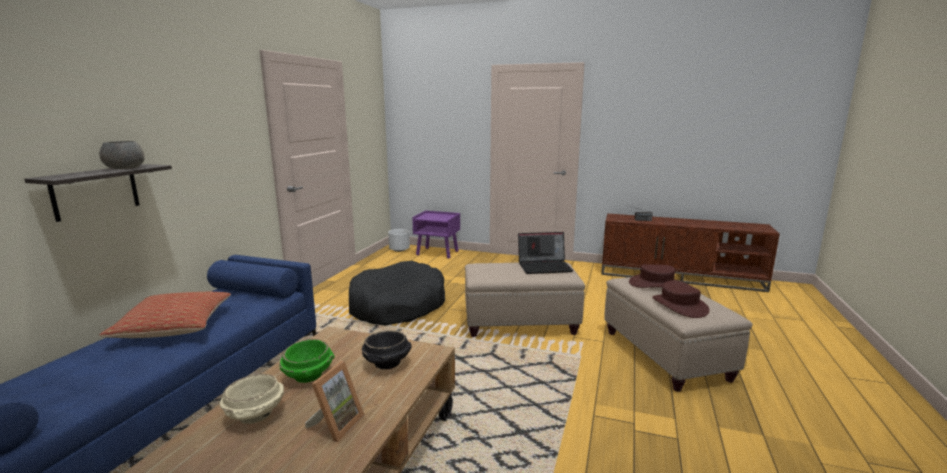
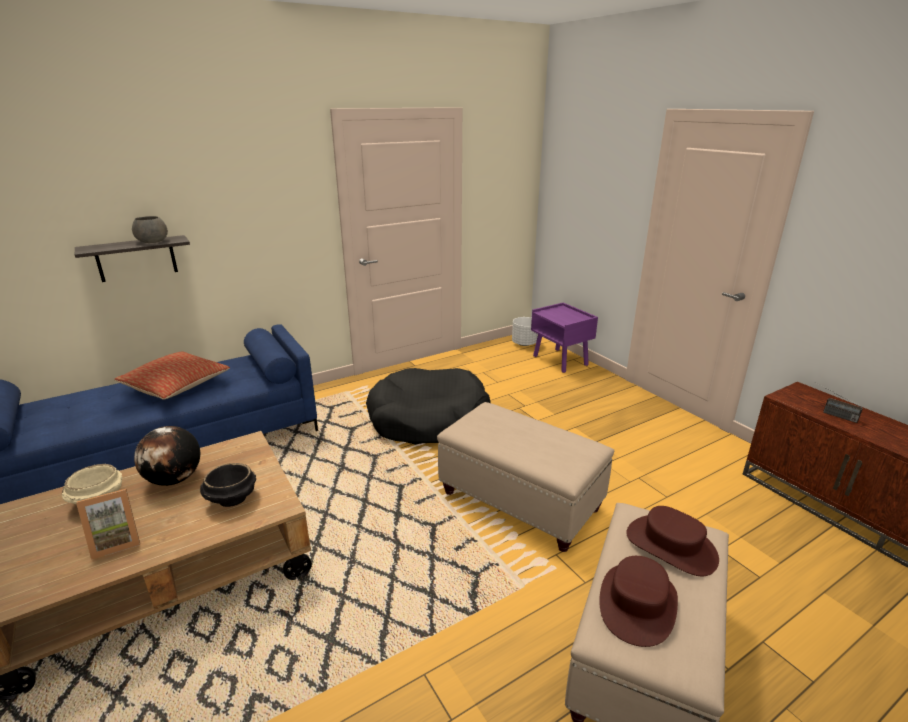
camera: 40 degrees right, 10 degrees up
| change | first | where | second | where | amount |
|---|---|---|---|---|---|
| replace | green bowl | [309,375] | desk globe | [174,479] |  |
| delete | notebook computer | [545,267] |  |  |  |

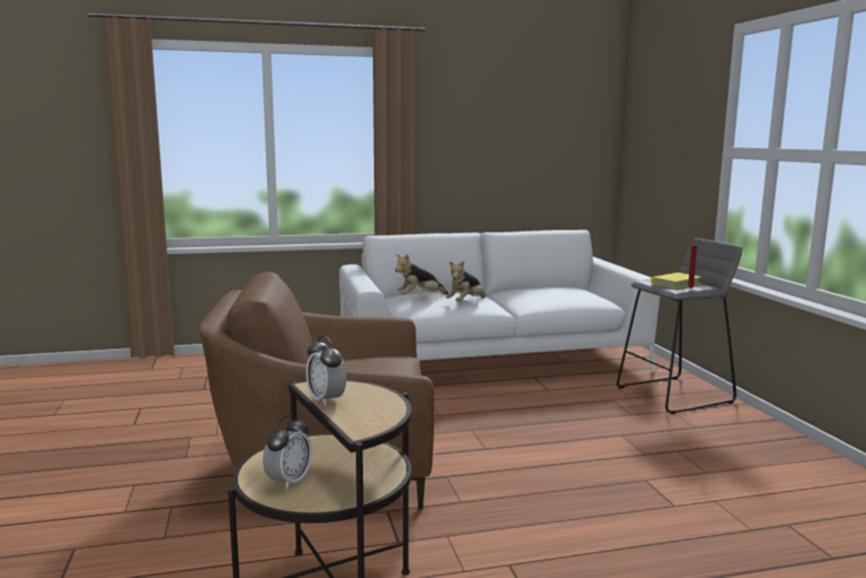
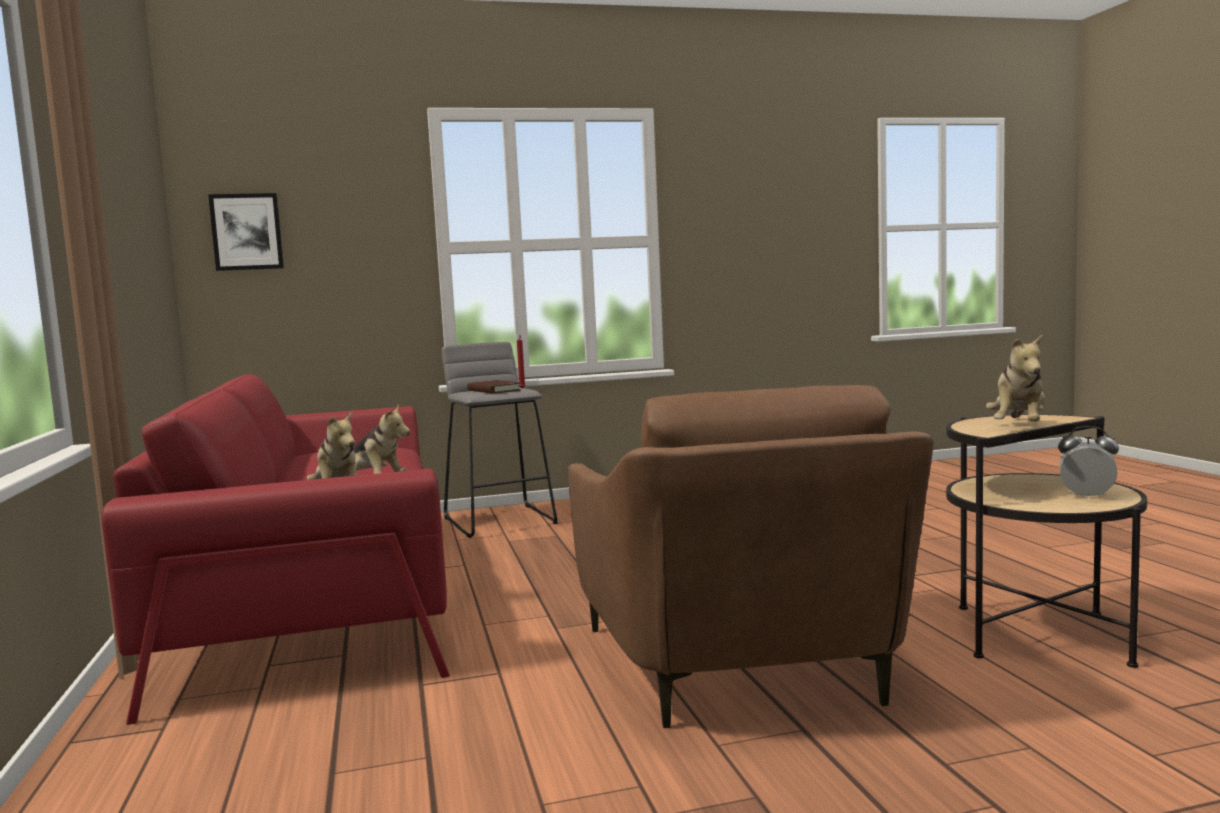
camera: 90 degrees left, 5 degrees down
| change | first | where | second | where | amount |
|---|---|---|---|---|---|
| recolor | white-coloured sofa | [491,361] | red sofa | [317,594] |  |
| insert |  |  | wall picture | [247,232] |  |
| recolor | yellow-coloured book | [675,283] | brown-coloured book | [493,390] |  |
| replace | table clock | [326,400] | plush toy | [1019,427] |  |

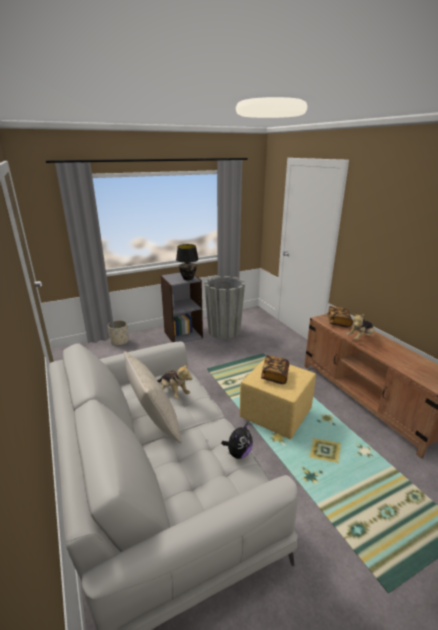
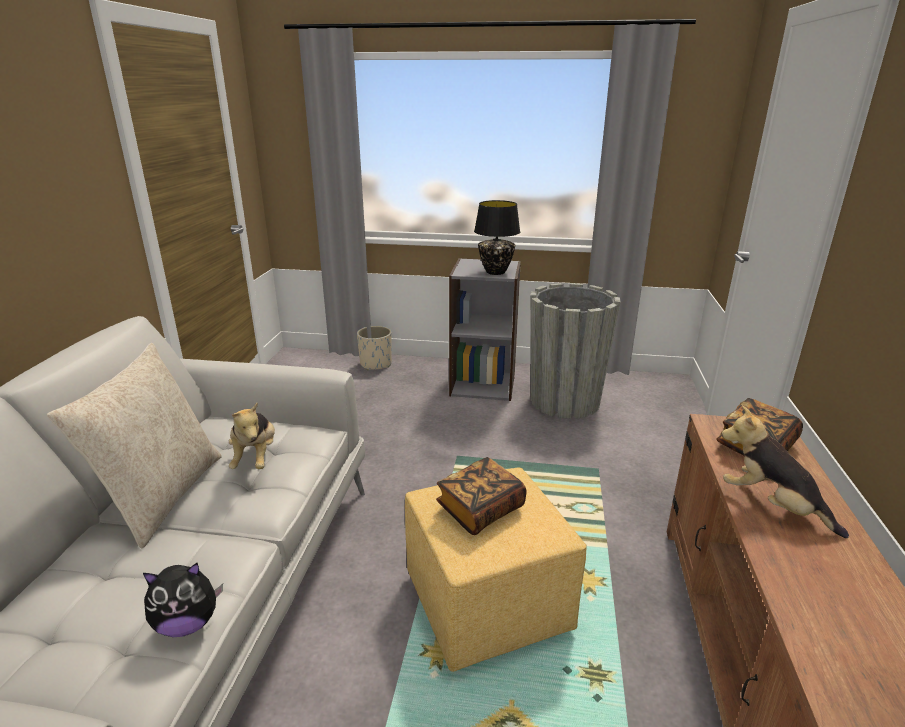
camera: 35 degrees right, 0 degrees up
| change | first | where | second | where | amount |
|---|---|---|---|---|---|
| rotate | plush toy | [360,338] |  | [772,506] | 45 degrees clockwise |

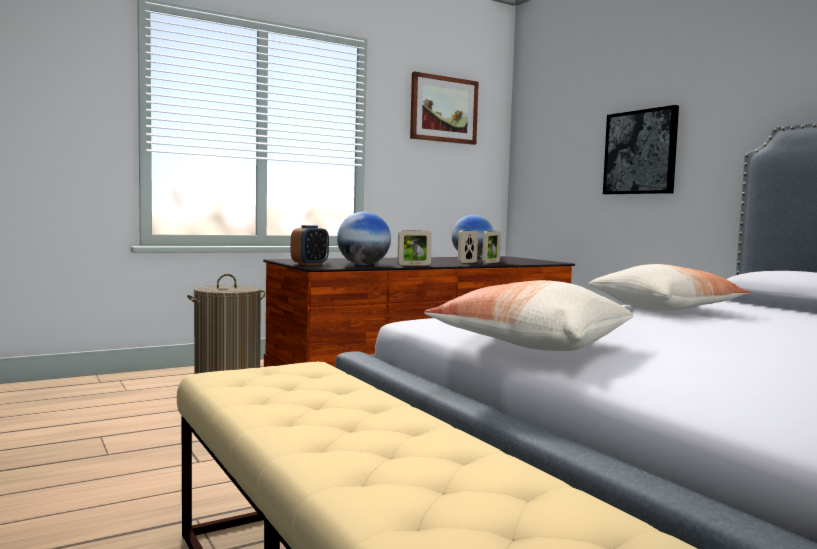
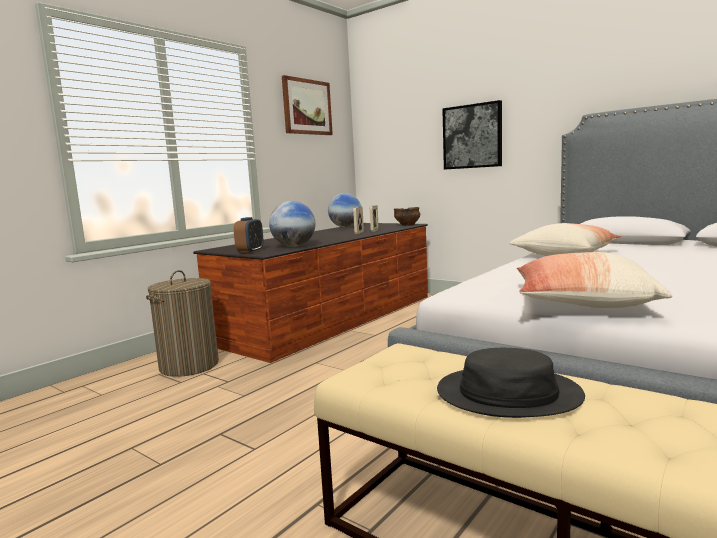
camera: 20 degrees left, 5 degrees up
| change | first | where | second | where | amount |
|---|---|---|---|---|---|
| insert |  |  | bowl | [407,225] |  |
| insert |  |  | black hat | [508,394] |  |
| delete | picture frame | [414,265] |  |  |  |

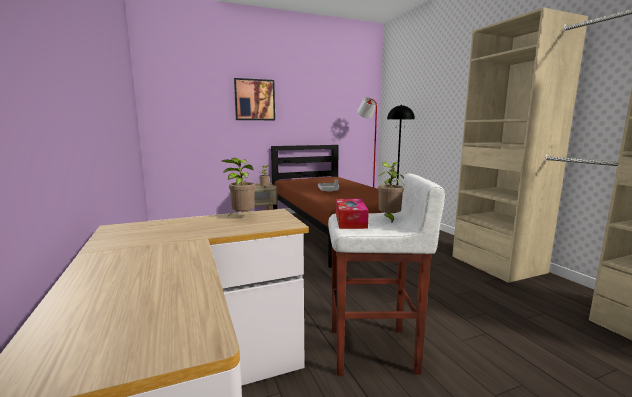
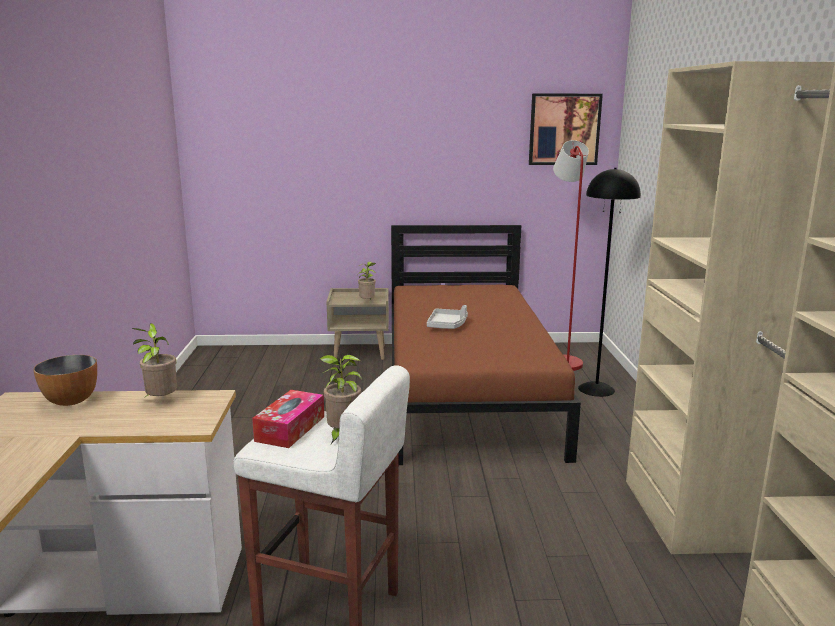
camera: 20 degrees right, 5 degrees up
| change | first | where | second | where | amount |
|---|---|---|---|---|---|
| insert |  |  | bowl | [71,401] |  |
| move | wall picture | [254,100] |  | [564,129] |  |

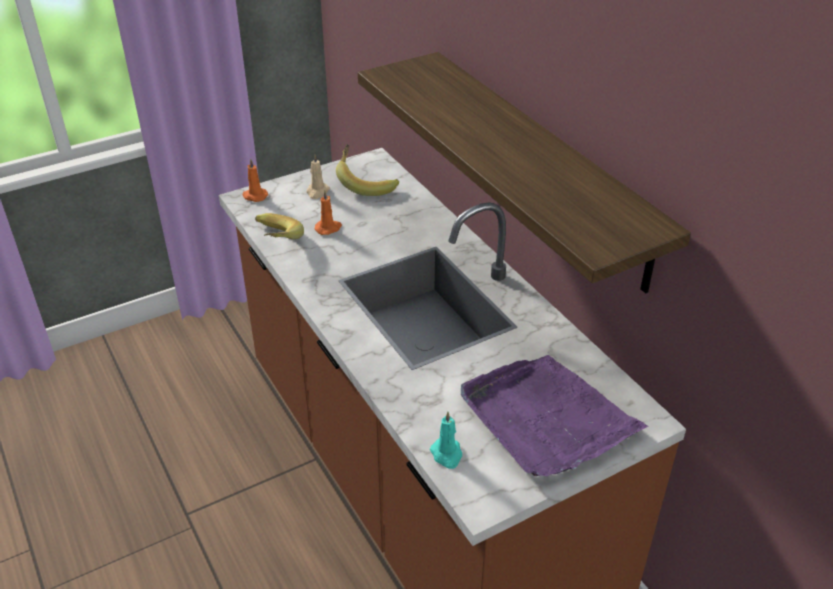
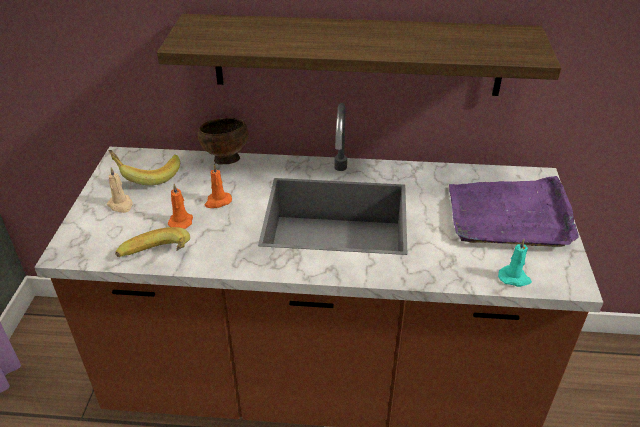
camera: 55 degrees left, 0 degrees up
| change | first | where | second | where | amount |
|---|---|---|---|---|---|
| insert |  |  | brown-coloured bowl | [225,160] |  |
| move | orangey wax light | [254,196] |  | [217,201] |  |

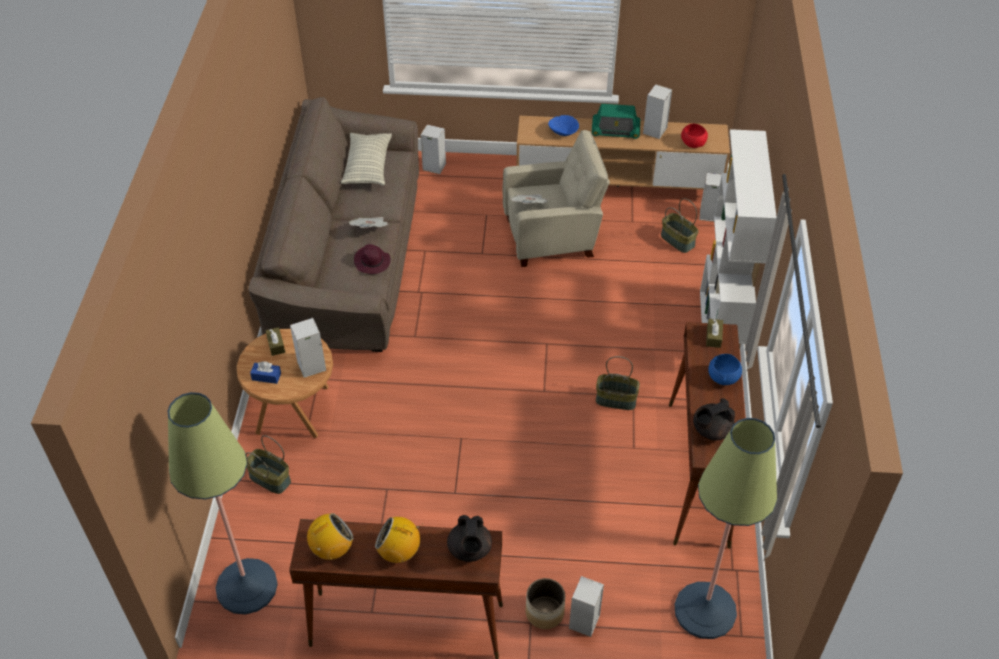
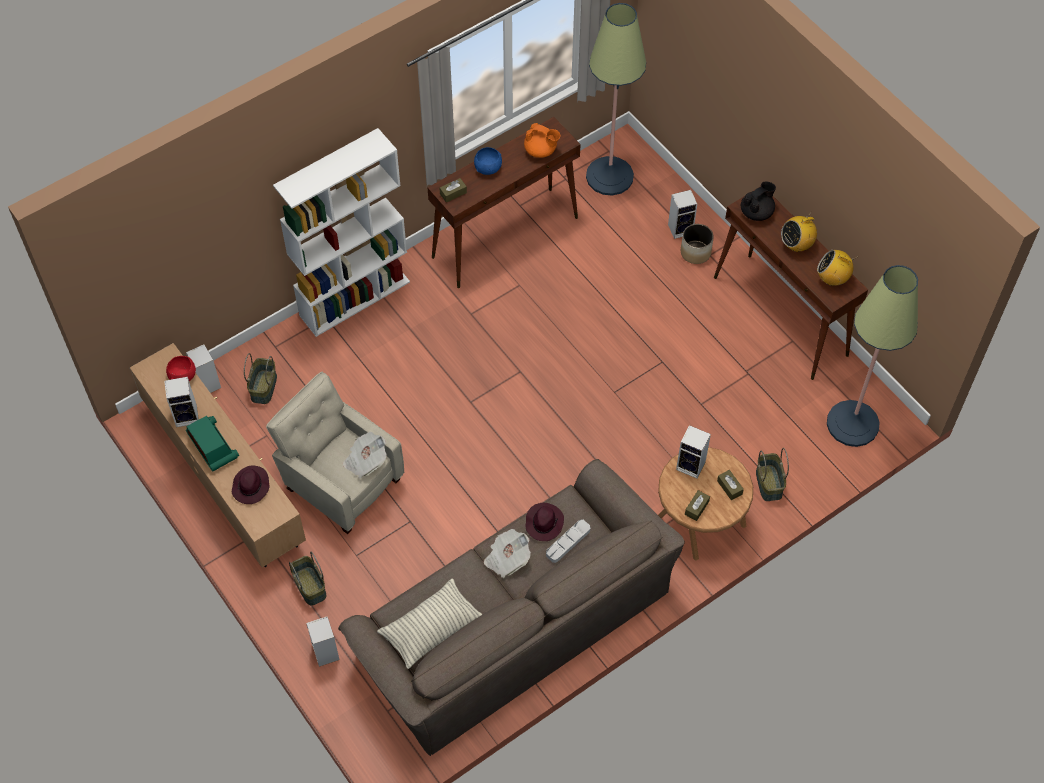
camera: 130 degrees left, 10 degrees up
| change | first | where | second | where | amount |
|---|---|---|---|---|---|
| replace | blue-coloured bowl | [563,132] | purplish hat | [251,487] |  |
| move | storage basket | [616,399] |  | [309,586] |  |
| recolor | black tea pot | [711,430] | orangey tea pot | [541,150] |  |
| insert |  |  | grey serving tray | [568,542] |  |
| recolor | blue-coloured tissue box | [266,376] | brown-coloured tissue box | [729,487] |  |
| rotate | radio | [399,552] |  | [796,244] | 90 degrees clockwise |

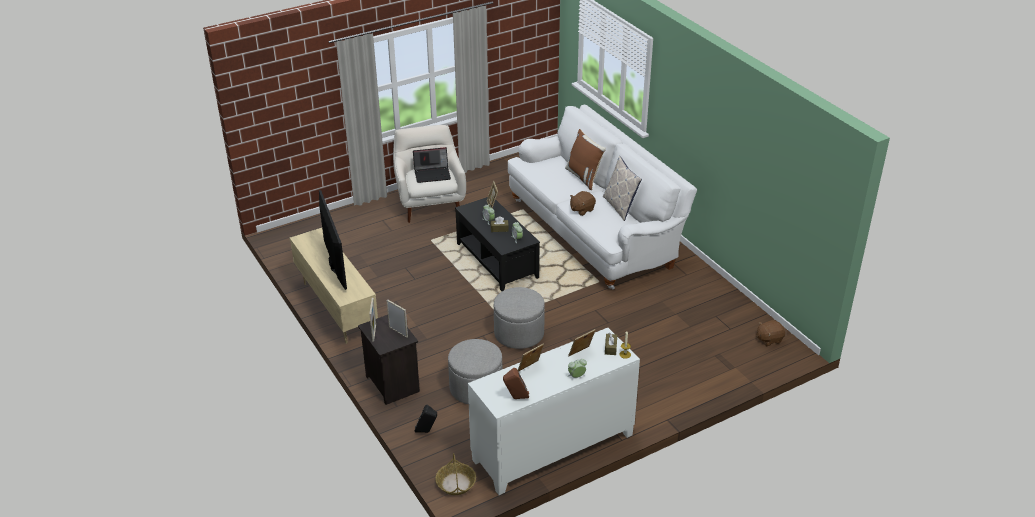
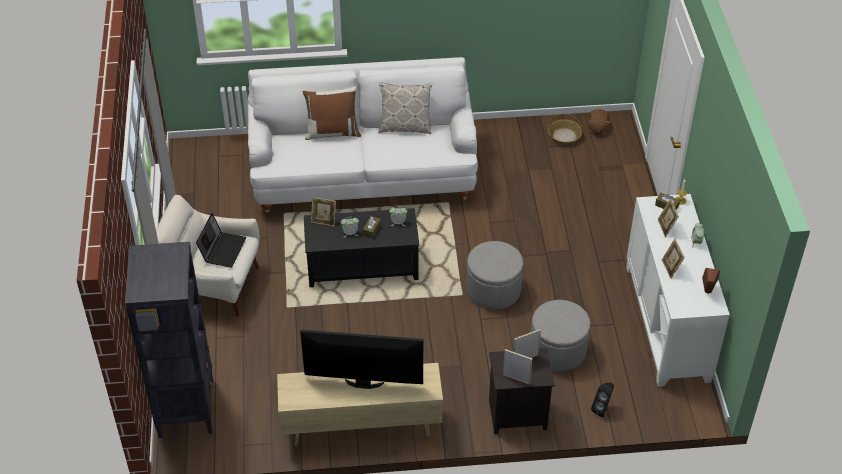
camera: 65 degrees left, 10 degrees up
| change | first | where | second | where | amount |
|---|---|---|---|---|---|
| insert |  |  | black bookshelf | [186,407] |  |
| move | storage basket | [456,483] |  | [564,136] |  |
| delete | brown-coloured plush toy | [582,210] |  |  |  |

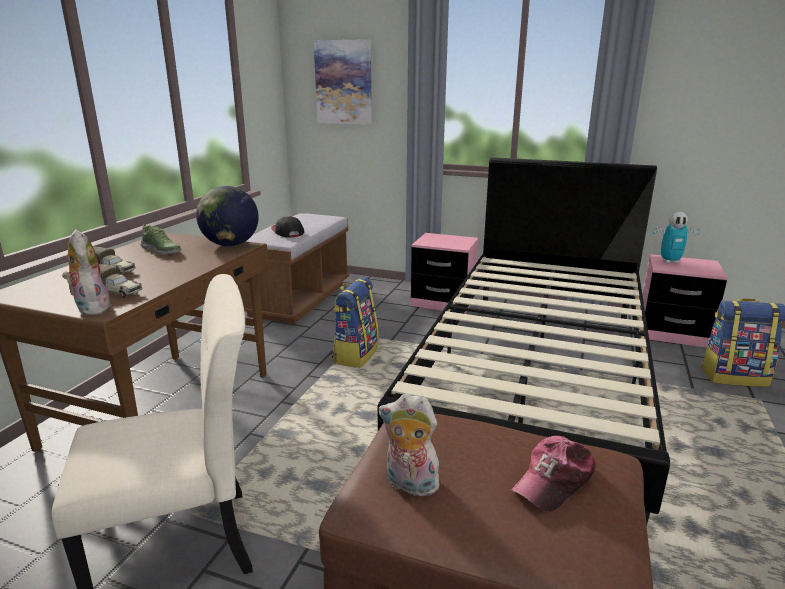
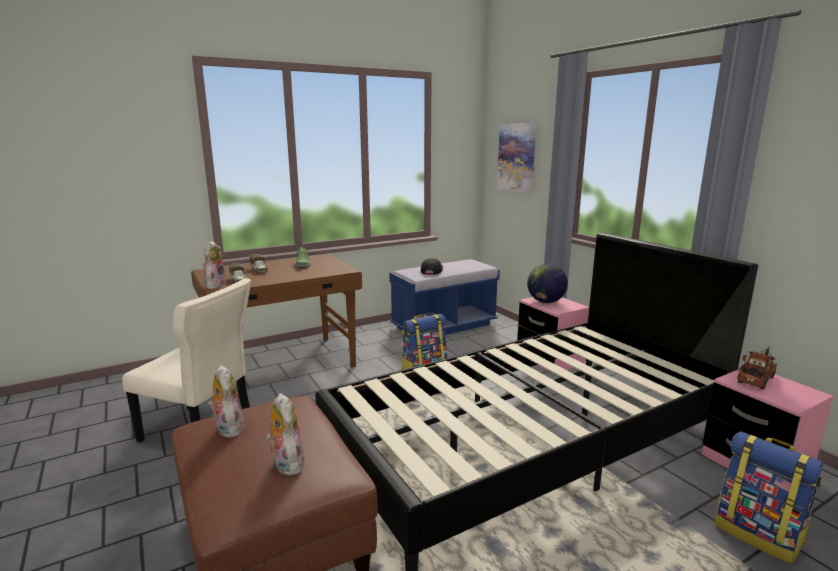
camera: 40 degrees right, 5 degrees down
| change | first | where | second | where | amount |
|---|---|---|---|---|---|
| replace | baseball cap | [554,481] | plush toy | [286,464] |  |
| recolor | brown-coloured long seat | [298,299] | blue-coloured long seat | [444,326] |  |
| move | desk globe | [231,245] |  | [546,302] |  |
| replace | toy robot | [670,261] | toy lorry | [757,378] |  |

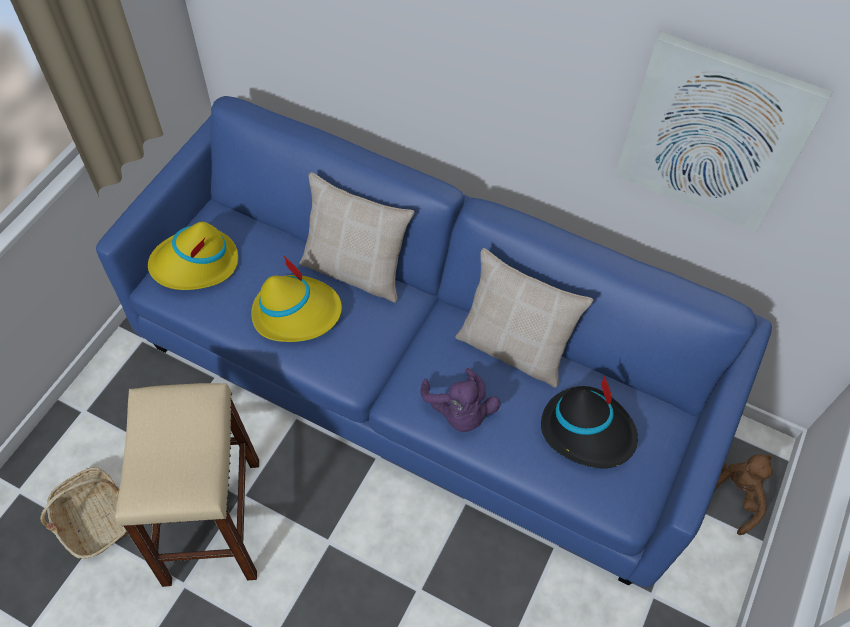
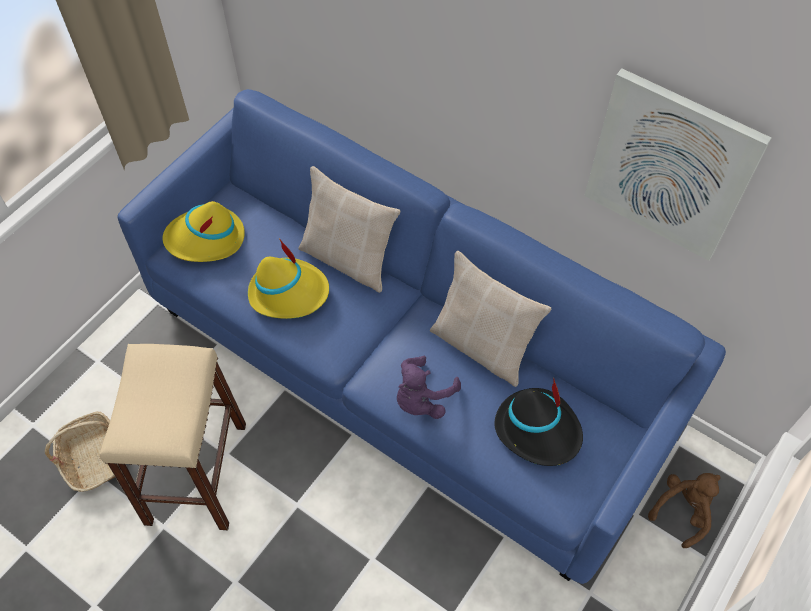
camera: 10 degrees right, 0 degrees up
| change | first | where | second | where | amount |
|---|---|---|---|---|---|
| rotate | purplish plush toy | [459,412] |  | [422,399] | 45 degrees clockwise |

